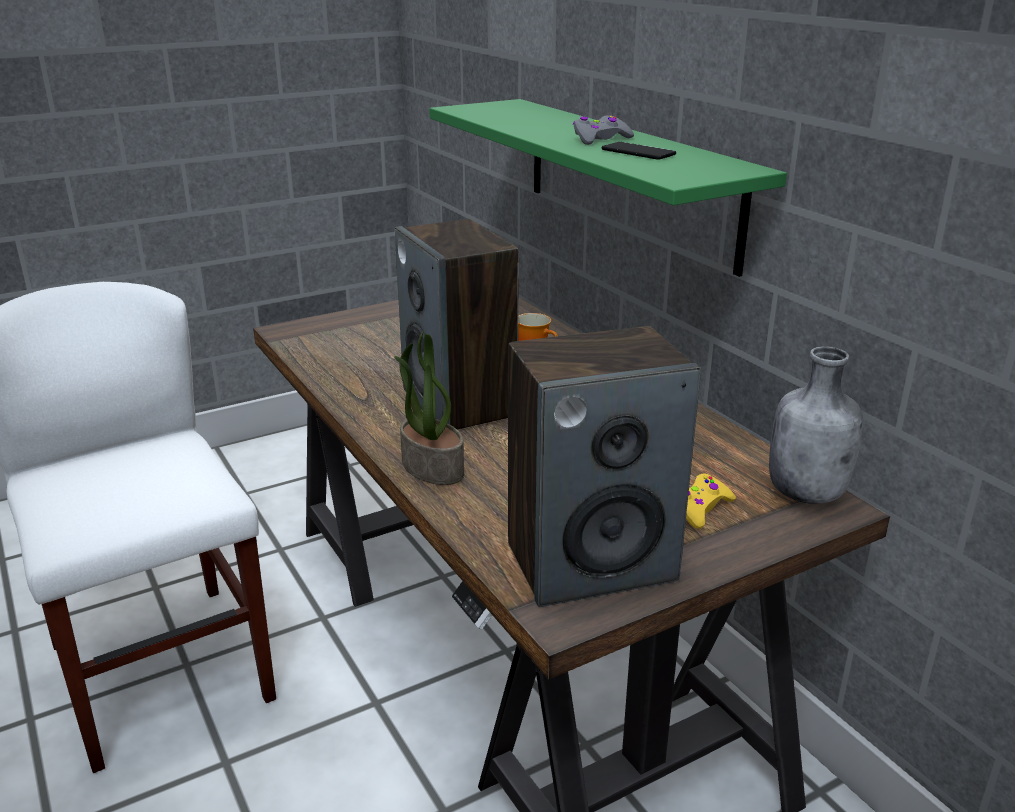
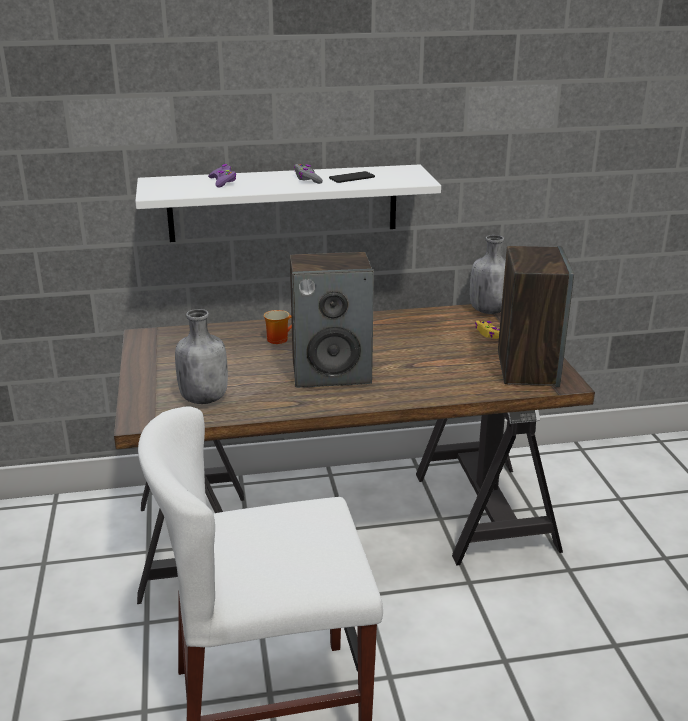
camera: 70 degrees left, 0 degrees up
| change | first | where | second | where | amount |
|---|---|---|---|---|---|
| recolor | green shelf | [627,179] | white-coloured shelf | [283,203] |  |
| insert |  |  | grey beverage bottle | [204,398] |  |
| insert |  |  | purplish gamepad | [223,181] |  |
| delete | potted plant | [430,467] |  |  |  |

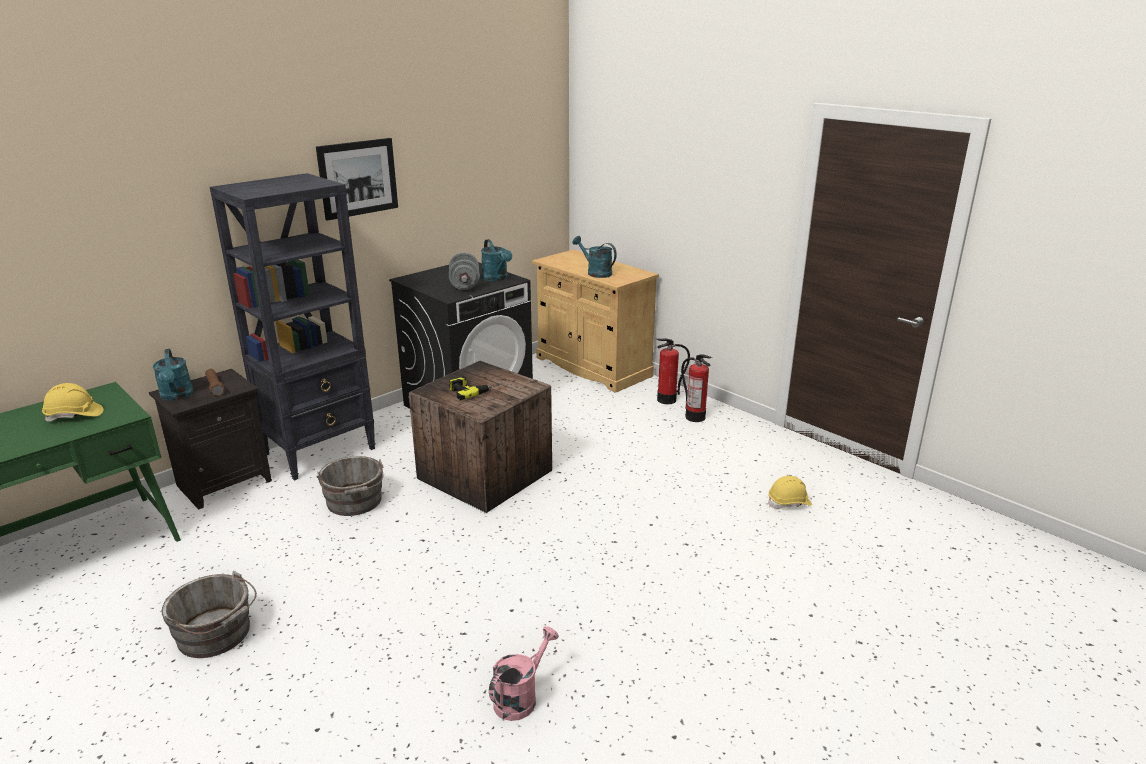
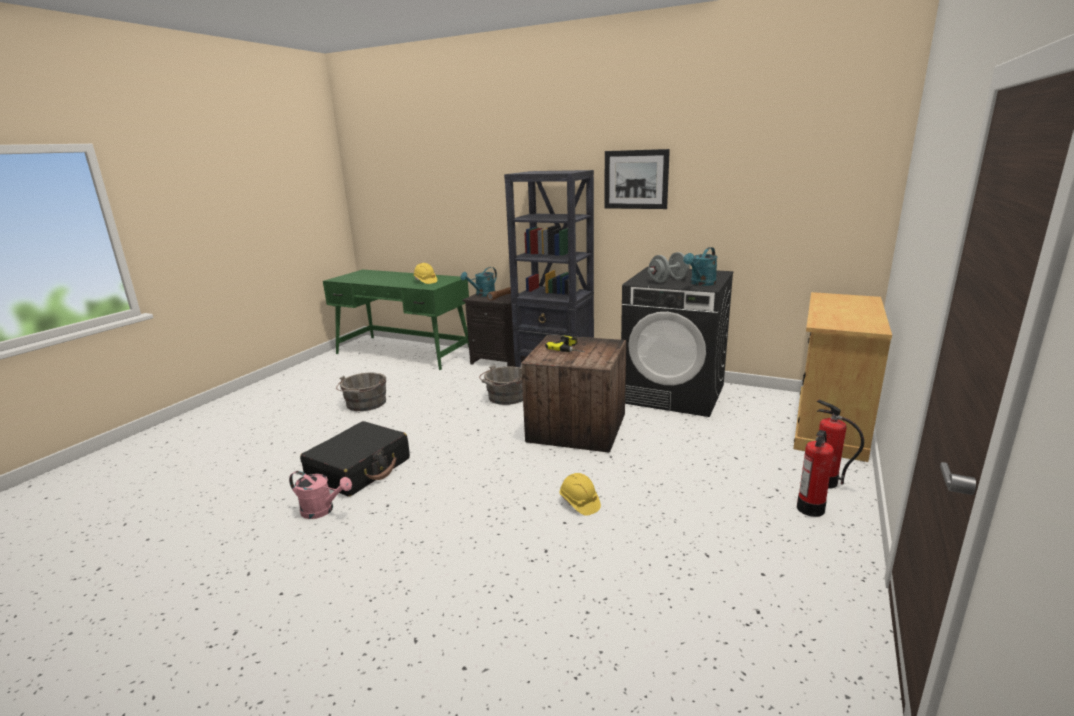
camera: 70 degrees right, 5 degrees down
| change | first | where | second | where | amount |
|---|---|---|---|---|---|
| insert |  |  | black piece of luggage | [359,469] |  |
| move | yellow-coloured safety helmet | [789,503] |  | [579,503] |  |
| delete | turquoise-coloured watering pot | [595,273] |  |  |  |

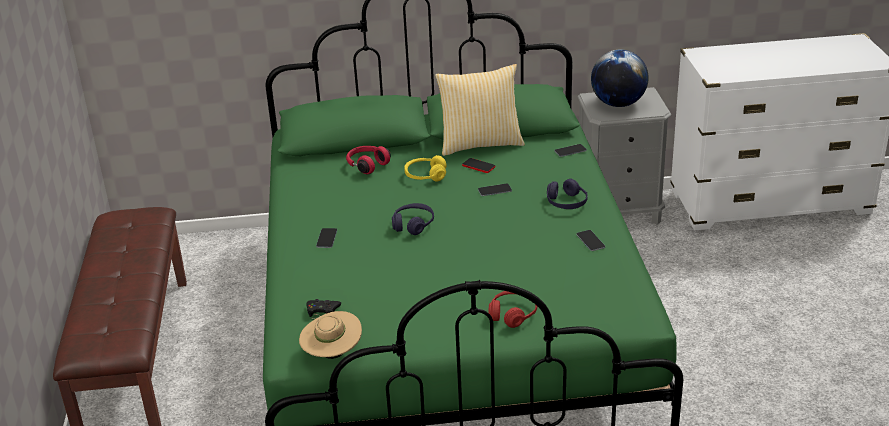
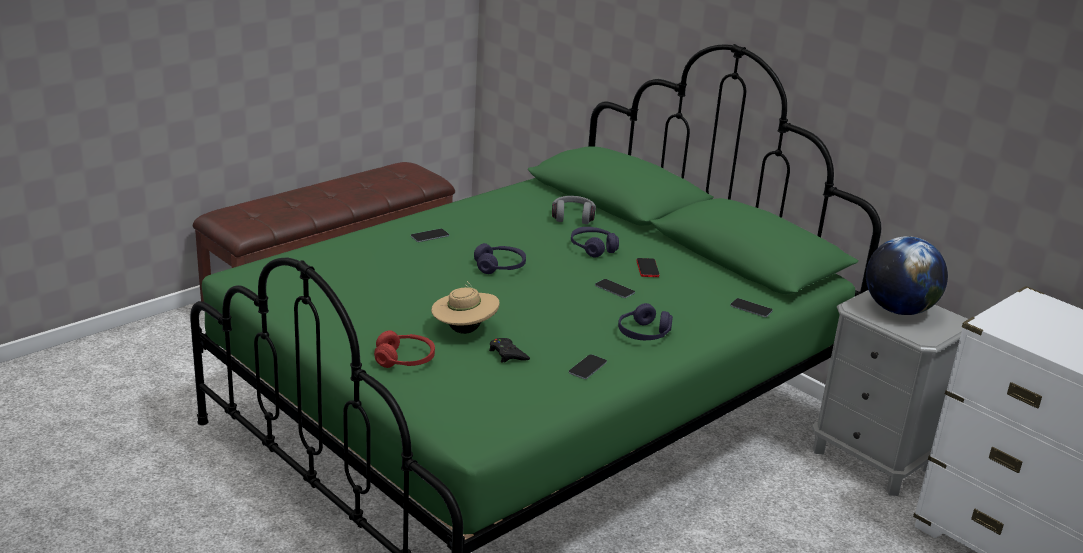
camera: 50 degrees right, 5 degrees down
| change | first | where | second | where | amount |
|---|---|---|---|---|---|
| move | beige hat | [332,354] |  | [464,330] |  |
| move | black gamepad | [322,310] |  | [507,354] |  |
| recolor | red headphones | [367,165] | grey headphones | [573,217] |  |
| recolor | yellow-coloured headphones | [425,175] | purplish headphones | [593,248] |  |
| delete | cushion | [480,144] |  |  |  |

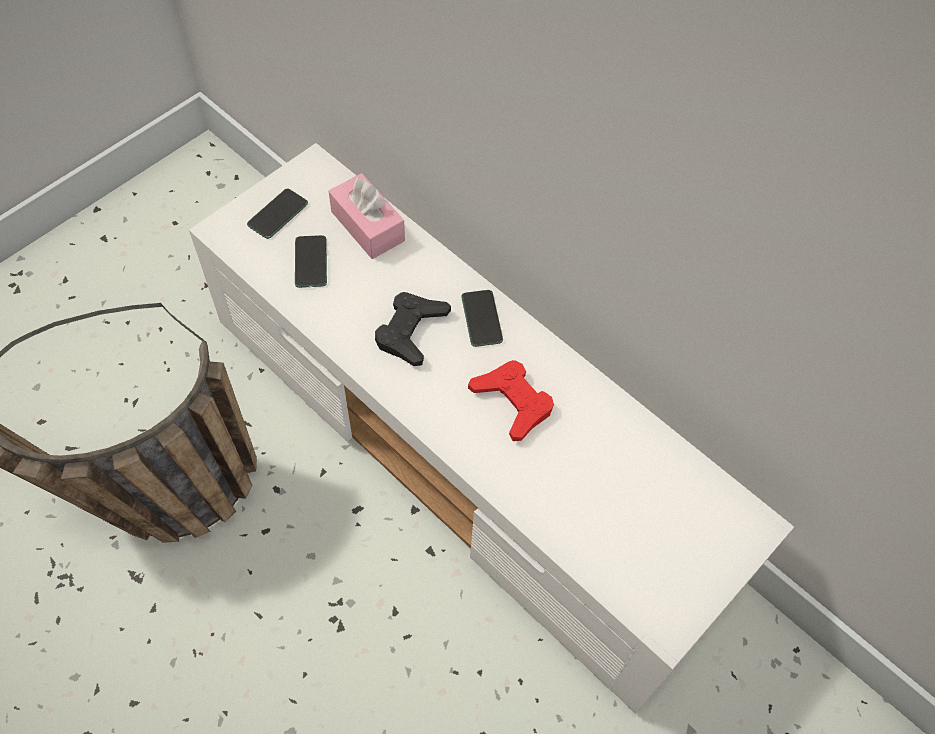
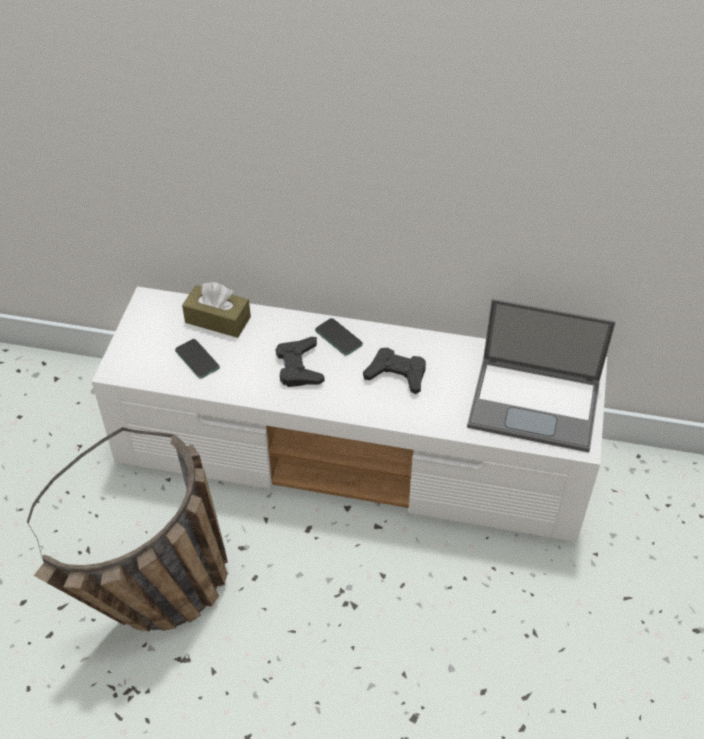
camera: 30 degrees left, 10 degrees down
| change | first | where | second | where | amount |
|---|---|---|---|---|---|
| recolor | pink-coloured tissue box | [367,226] | brown-coloured tissue box | [218,320] |  |
| recolor | red gamepad | [512,402] | black gamepad | [396,374] |  |
| insert |  |  | notebook computer | [536,403] |  |
| delete | phone | [278,214] |  |  |  |

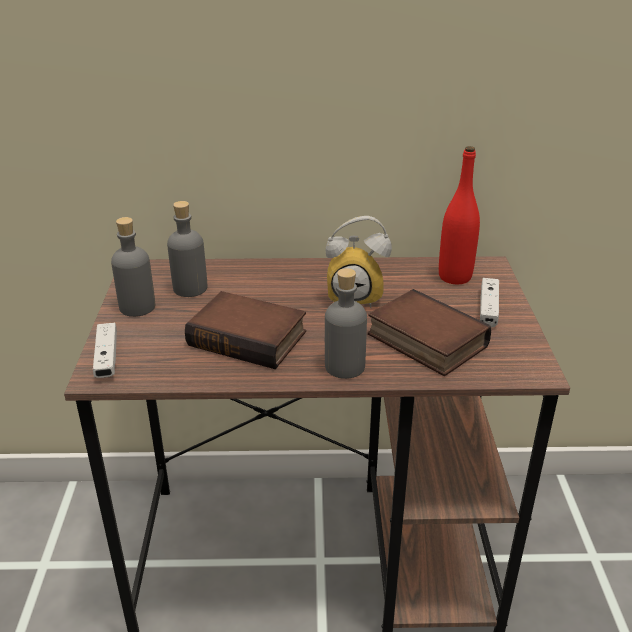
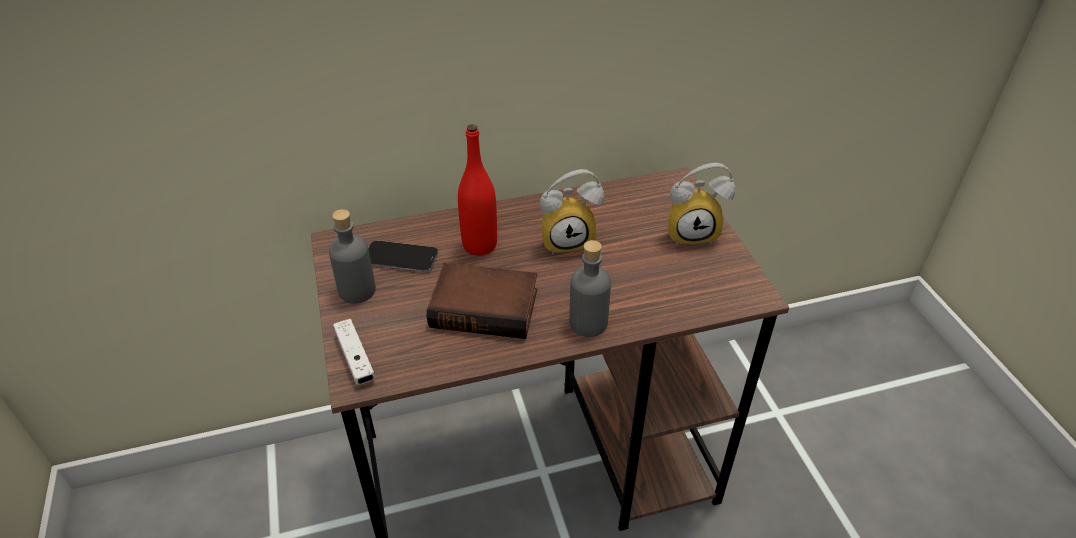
camera: 15 degrees left, 10 degrees up
| change | first | where | second | where | amount |
|---|---|---|---|---|---|
| replace | grey beverage bottle | [190,288] | phone | [401,258] |  |
| move | red beverage bottle | [455,277] |  | [479,245] |  |
| replace | white-coloured gamepad | [488,308] | table clock | [692,232] |  |
| delete | book | [423,341] |  |  |  |

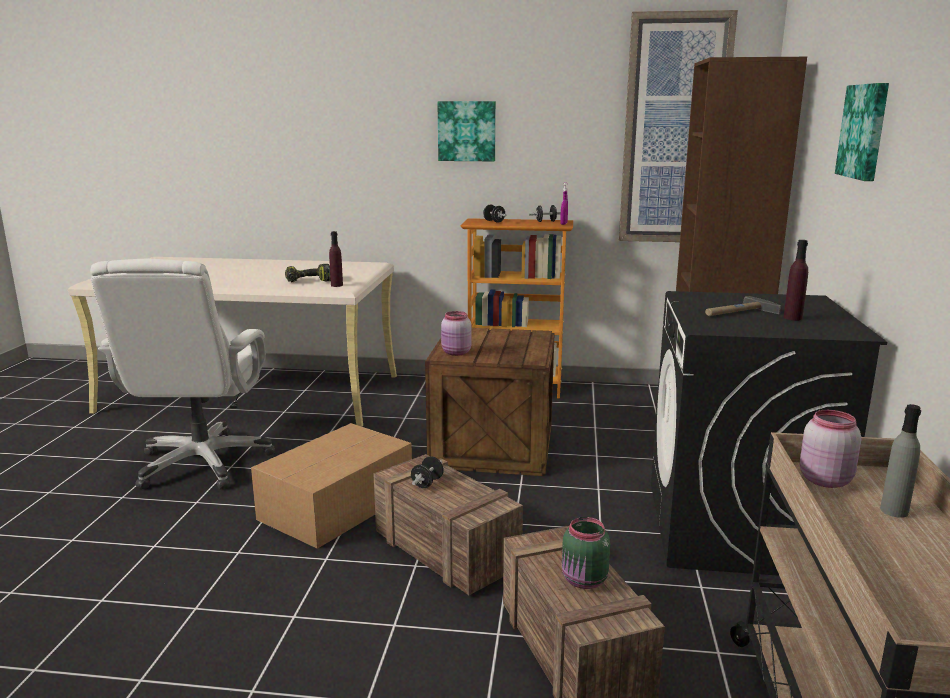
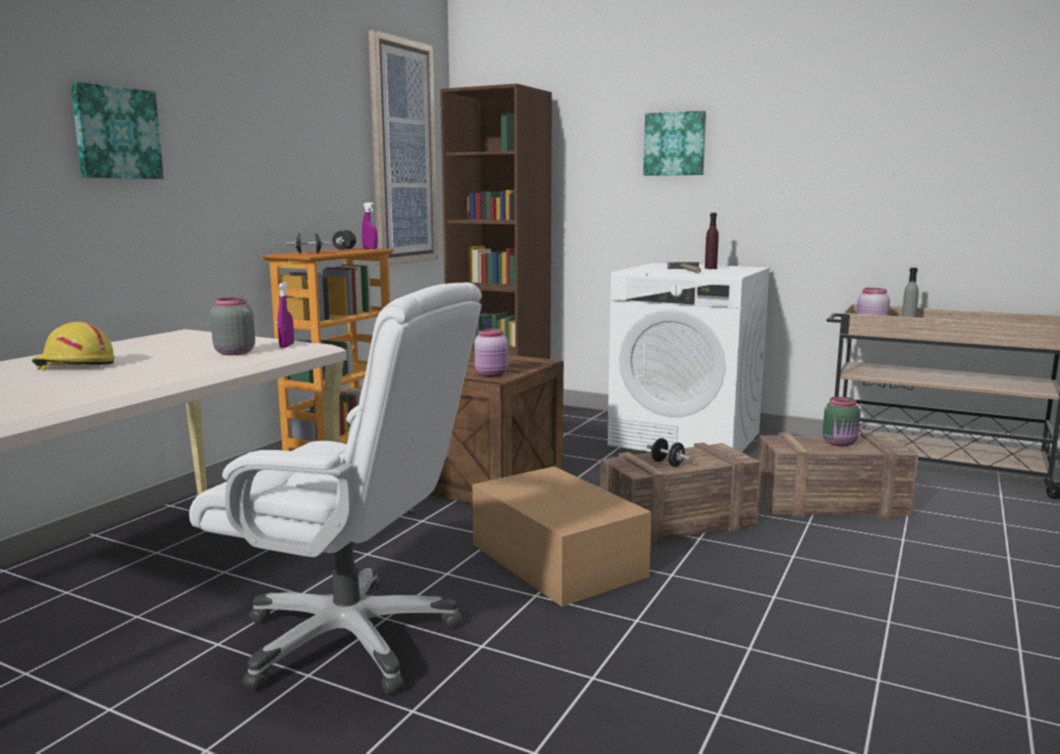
camera: 70 degrees left, 5 degrees down
| change | first | where | second | where | amount |
|---|---|---|---|---|---|
| insert |  |  | yellow-coloured safety helmet | [74,366] |  |
| move | wall picture | [467,131] |  | [116,133] |  |
| replace | power drill | [308,281] | grey storage jar | [234,352] |  |
| replace | purplish beverage bottle | [337,285] | purplish sprayer | [286,346] |  |
| recolor | black washing machine | [735,528] | white-coloured washing machine | [686,439] |  |

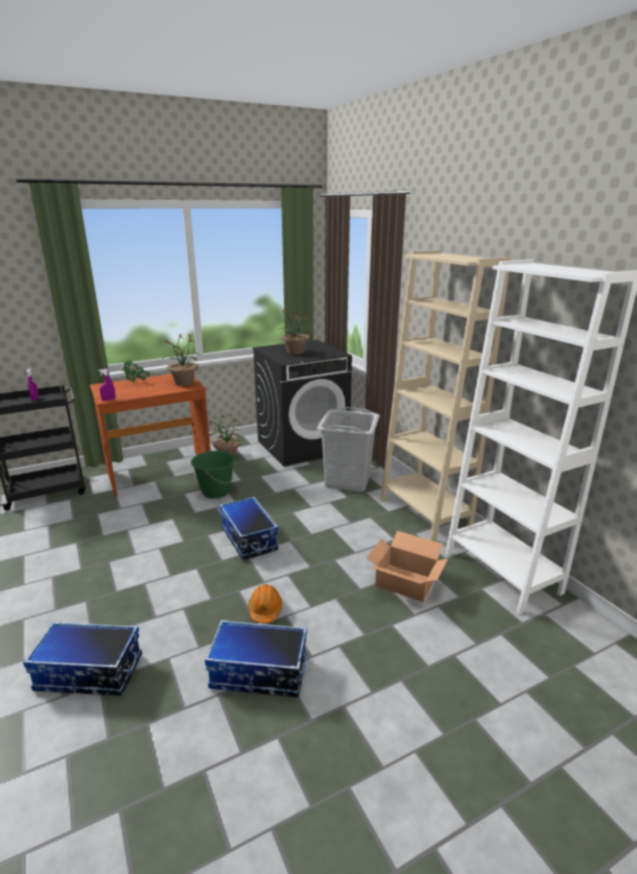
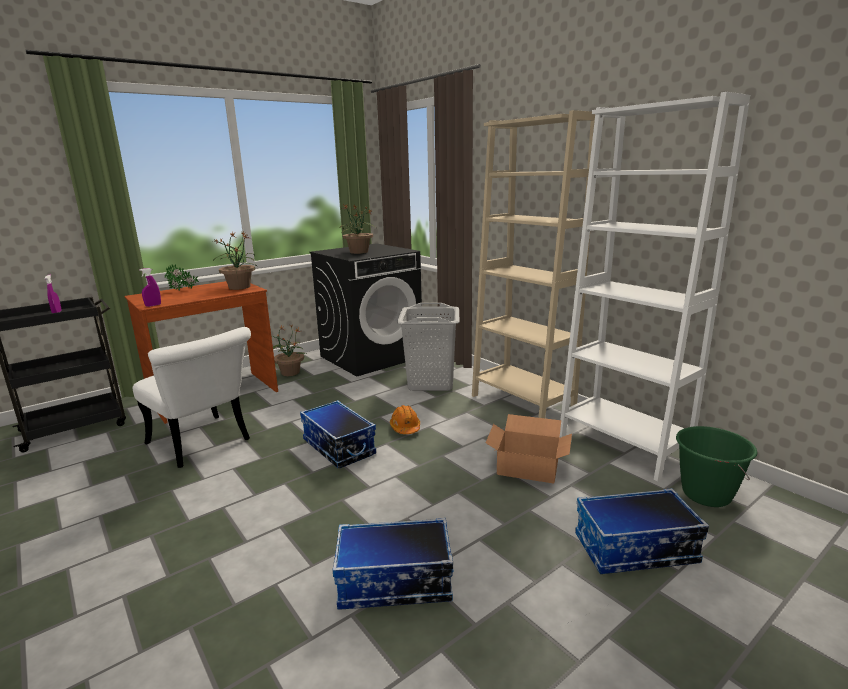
camera: 10 degrees left, 5 degrees down
| change | first | where | second | where | amount |
|---|---|---|---|---|---|
| insert |  |  | white-coloured chair | [204,444] |  |
| move | orangey safety helmet | [265,610] |  | [405,428] |  |
| move | storage box | [88,674] |  | [635,550] |  |
| move | green bucket | [215,492] |  | [706,494] |  |

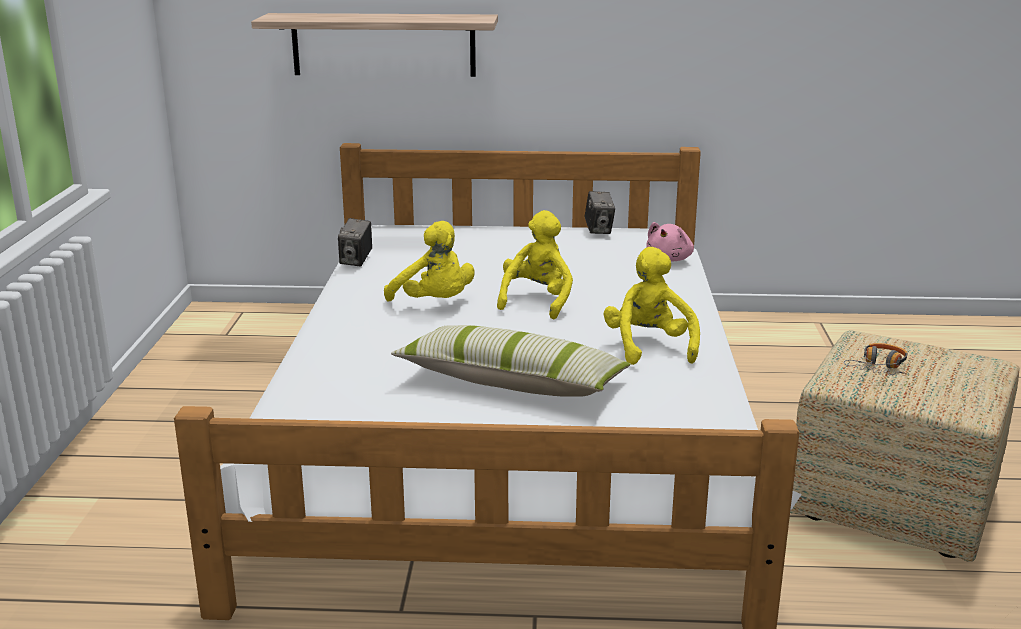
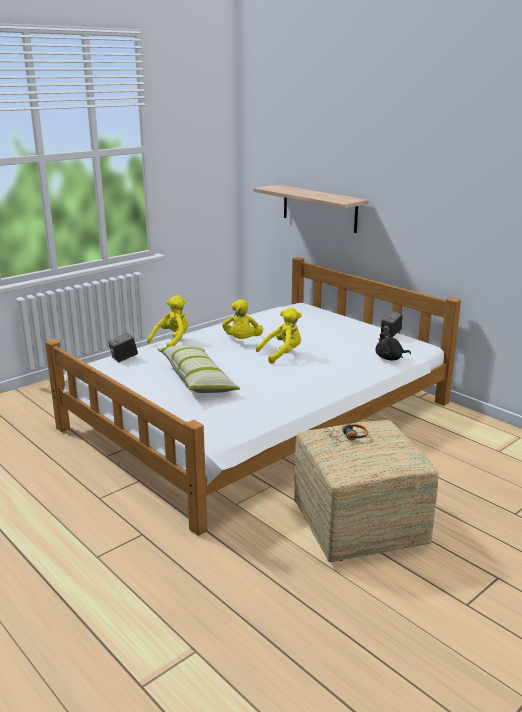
camera: 45 degrees right, 0 degrees up
| change | first | where | second | where | amount |
|---|---|---|---|---|---|
| move | still camera | [356,261] |  | [124,358] |  |
| move | yellow-coloured plush toy | [649,347] |  | [172,341] |  |
| recolor | pink-coloured plush toy | [670,259] | black plush toy | [390,358] |  |

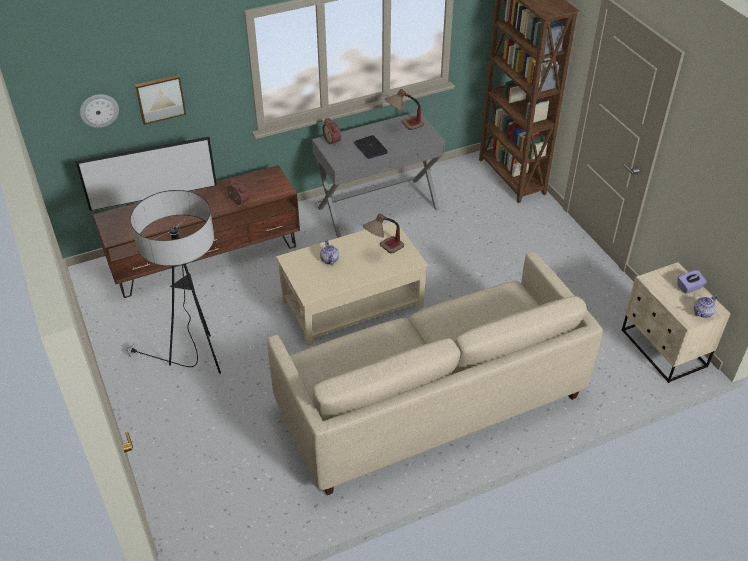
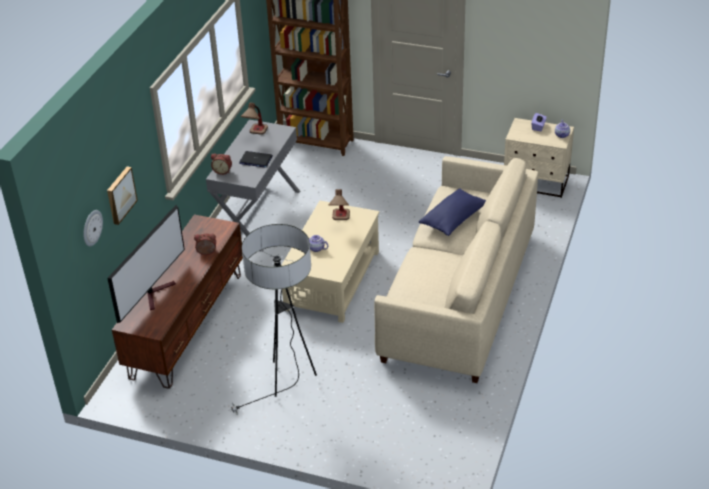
camera: 45 degrees left, 5 degrees down
| change | first | where | second | where | amount |
|---|---|---|---|---|---|
| insert |  |  | blue-coloured cushion | [453,220] |  |

